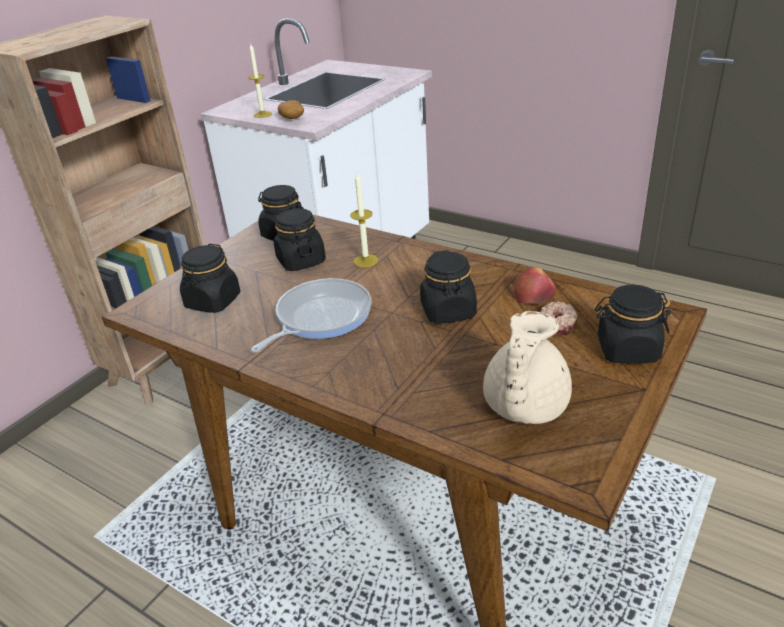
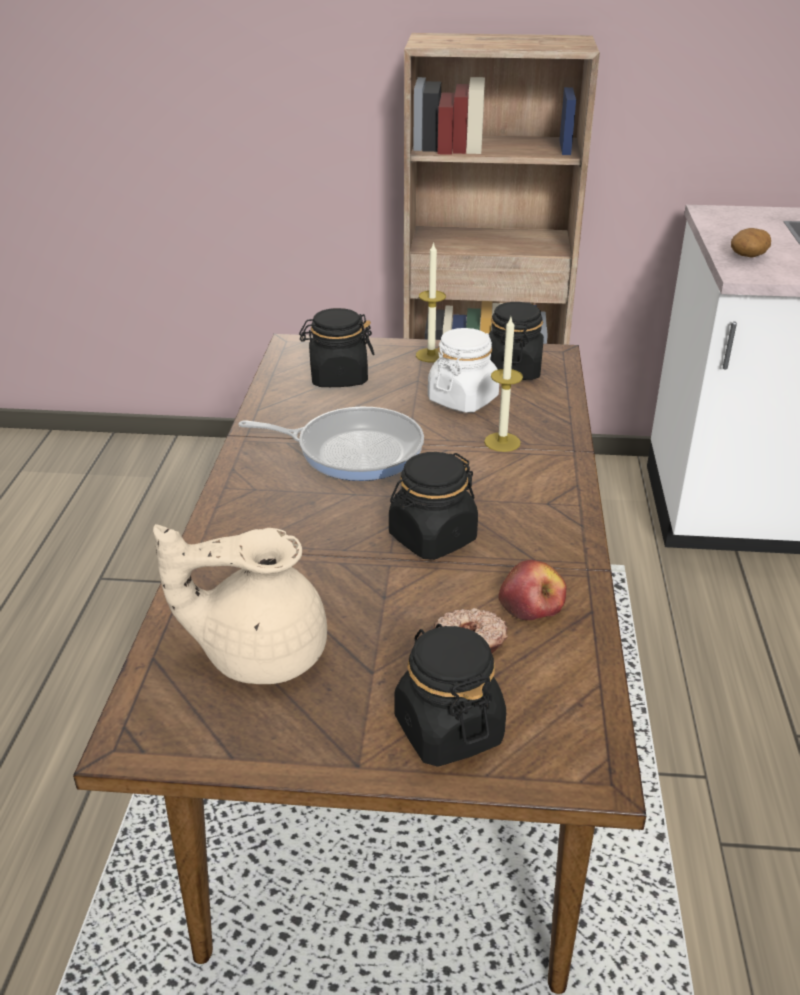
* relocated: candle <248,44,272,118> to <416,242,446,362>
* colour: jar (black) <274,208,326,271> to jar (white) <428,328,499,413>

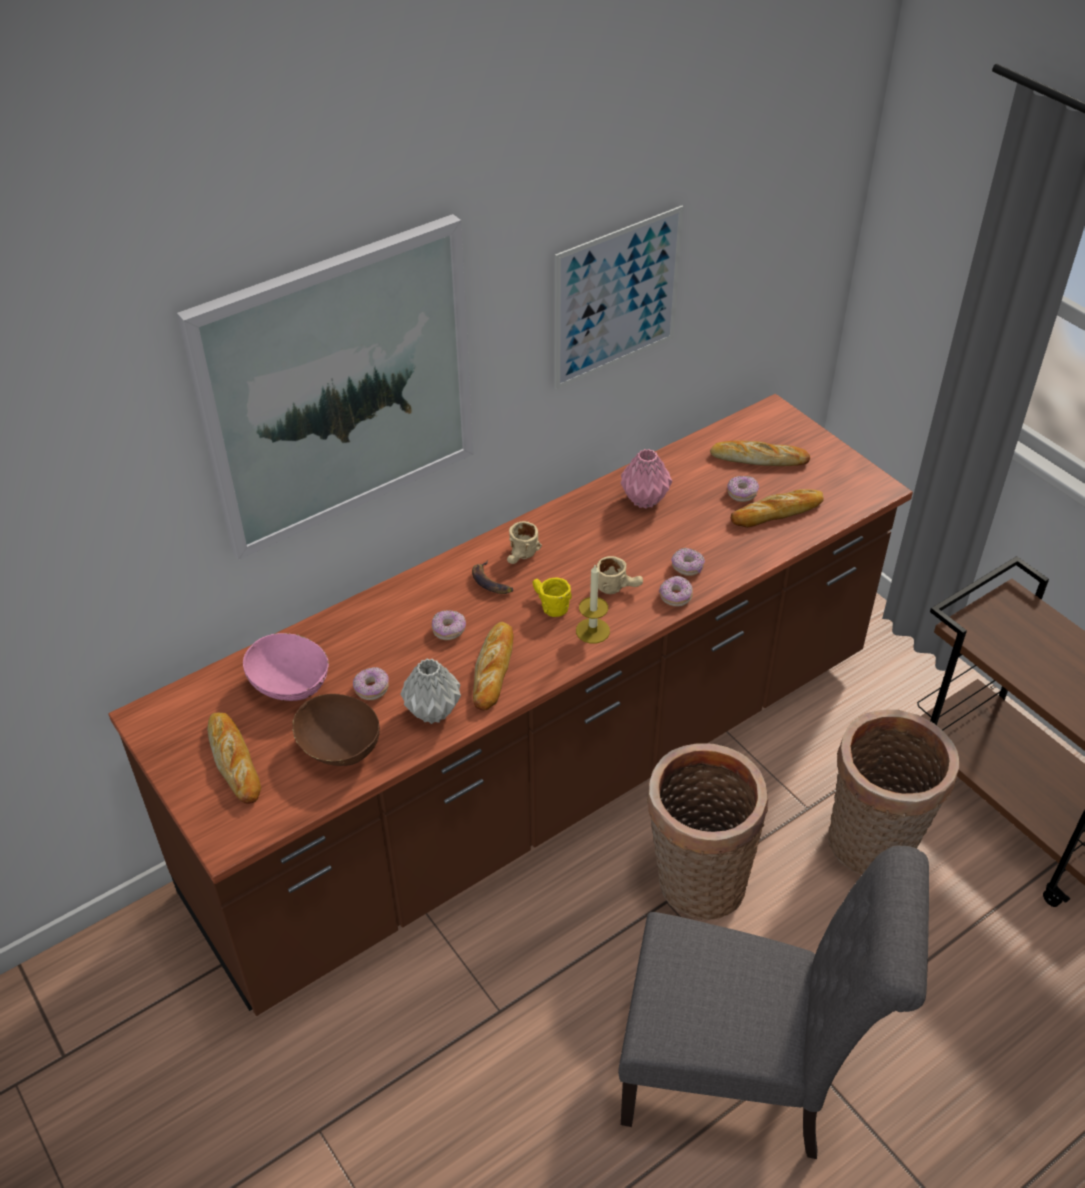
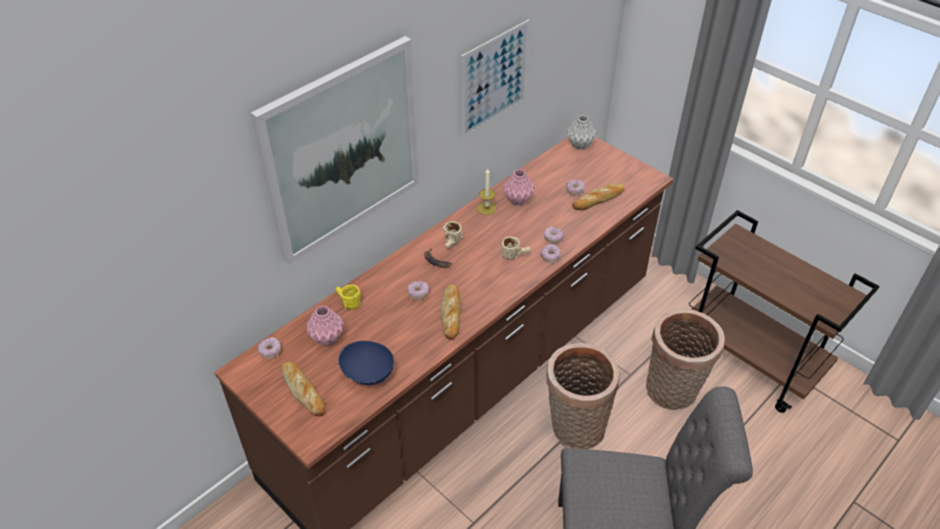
* missing: bread <710,441,810,466>
* relocated: candle <576,565,610,643> to <477,168,497,215>
* relocated: mug (yellow) <533,578,572,617> to <335,285,361,310>
* exchanged: bowl (pink) <243,633,329,701> to vase (pink) <306,306,344,346>
* relocated: vase (grey) <400,659,461,724> to <567,115,596,150>
* relocated: donut <353,667,389,700> to <258,337,281,359>
* colour: bowl (brown) <292,694,380,766> to bowl (blue) <338,341,394,385>

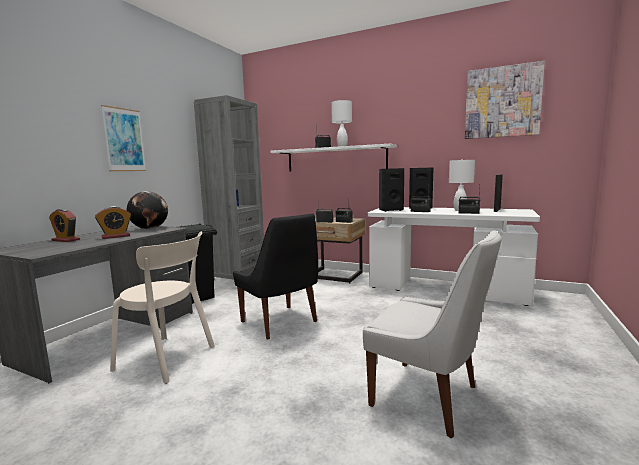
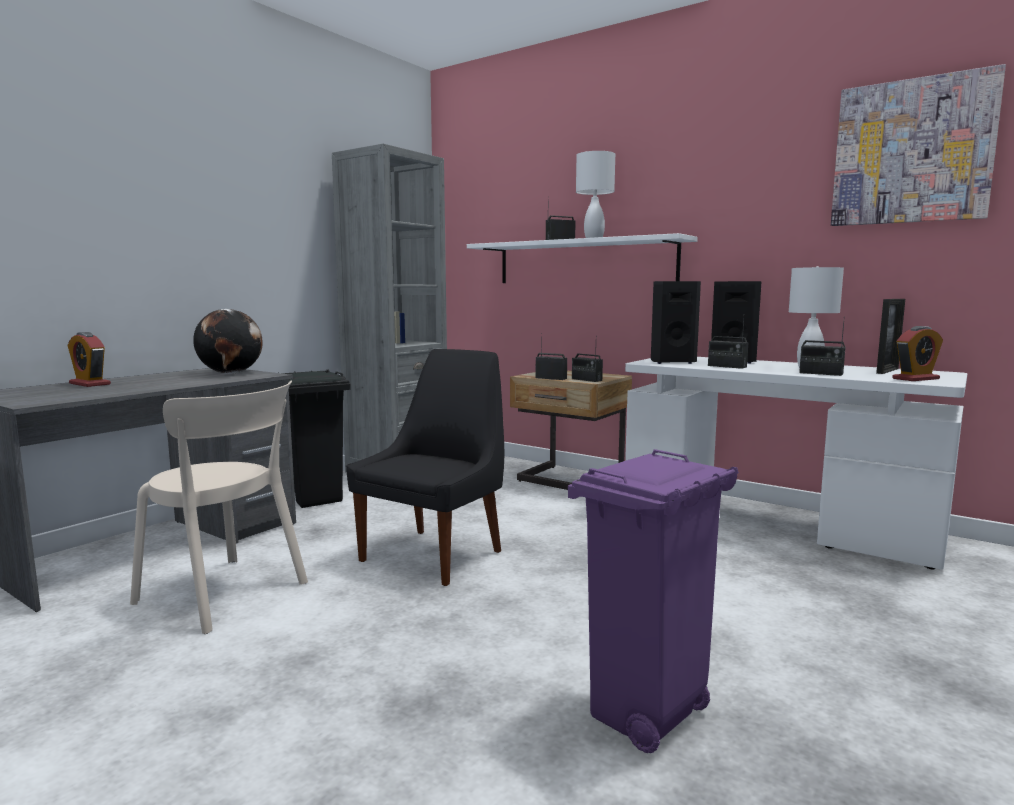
* missing: picture <101,105,146,171>
* relocated: alarm clock <95,206,131,239> to <892,326,943,381>
* spun: chair (black) <233,213,318,339> = <346,349,504,586> 120 degrees counterclockwise
* exchanged: chair (white) <363,230,502,438> to trash can (purple) <568,449,739,753>

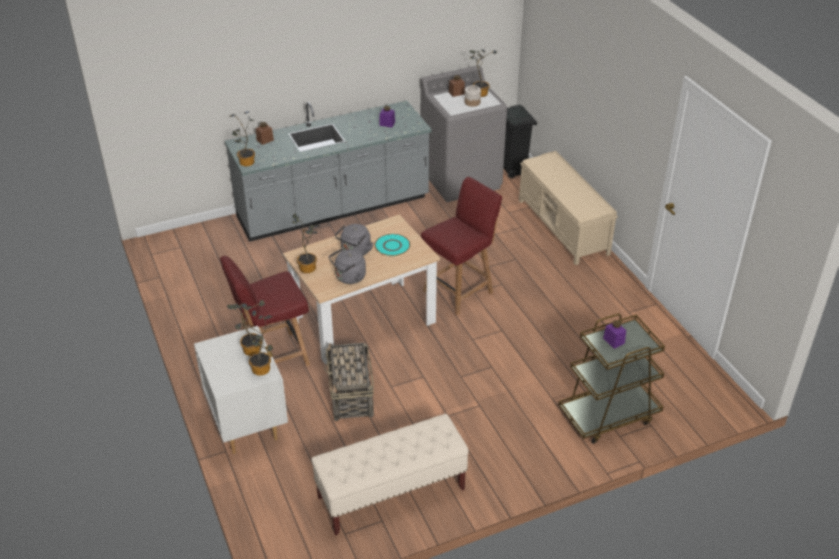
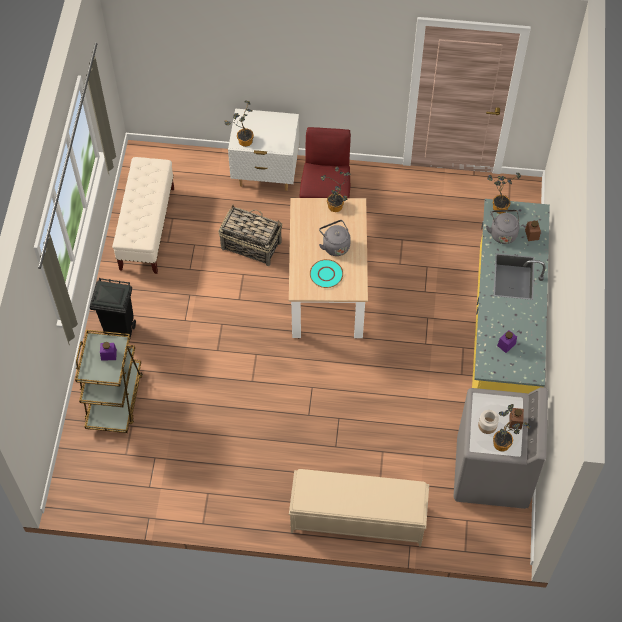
* colour: counter (grey) <225,101,432,242> to counter (yellow) <472,199,550,393>
* relocated: trash can (black) <504,105,537,178> to <90,278,136,342>
* missing: chair (red) <421,177,502,315>
* relocated: kettle (grey) <329,248,366,284> to <486,210,520,244>
* missing: potted plant <227,300,265,356>

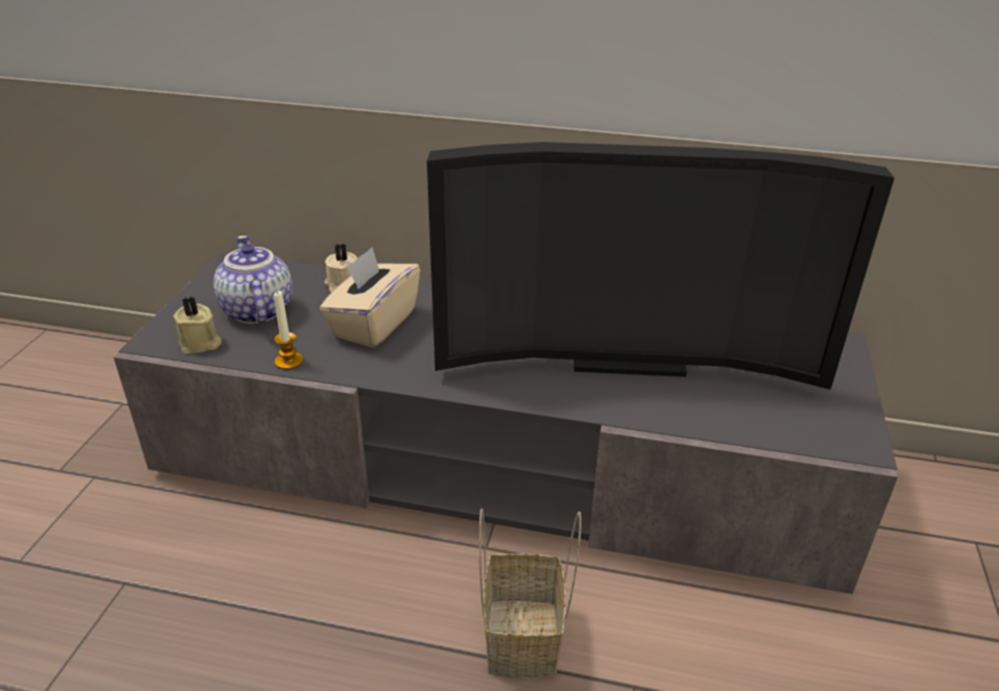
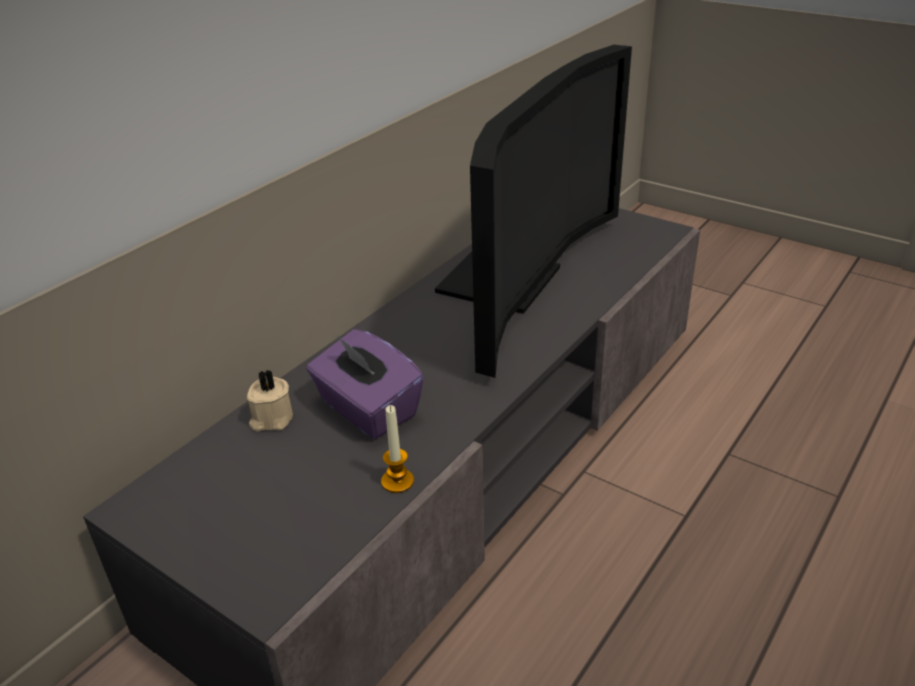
* missing: teapot <213,235,293,324>
* colour: tissue box (beige) <320,247,420,347> to tissue box (purple) <307,329,424,439>
* missing: candle (beige) <173,296,222,354>
* missing: basket <479,508,581,677>

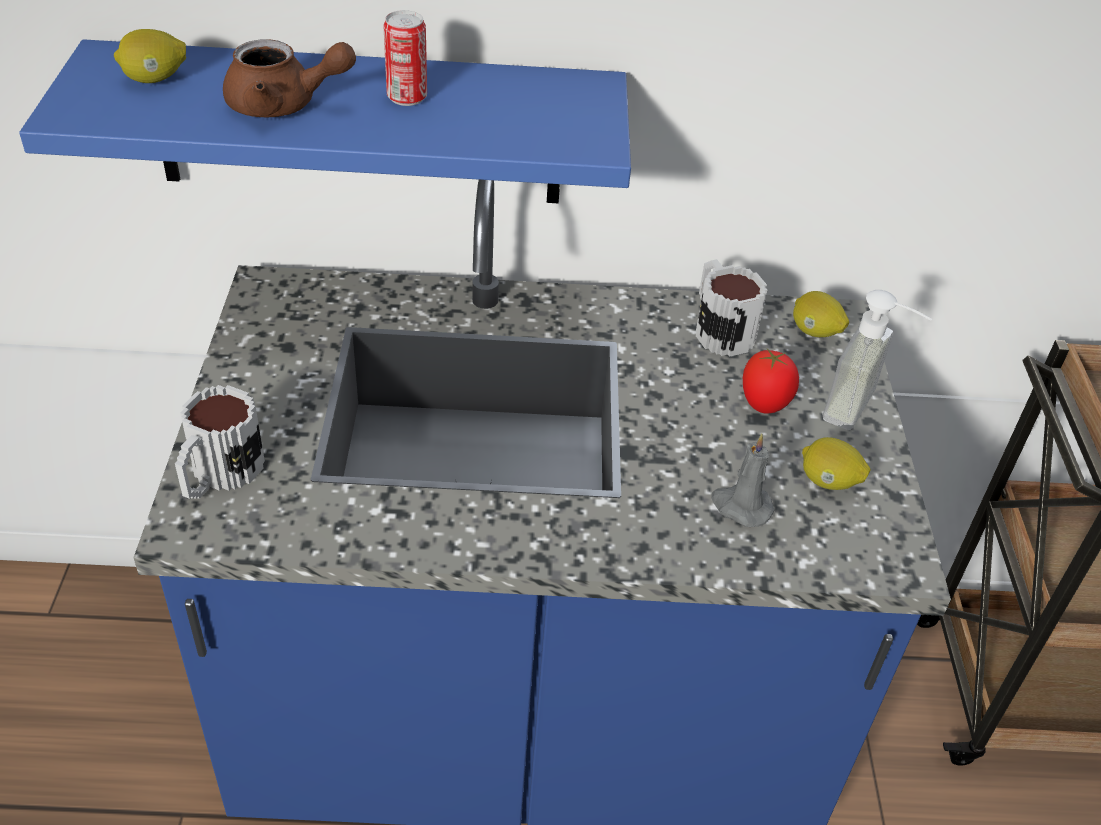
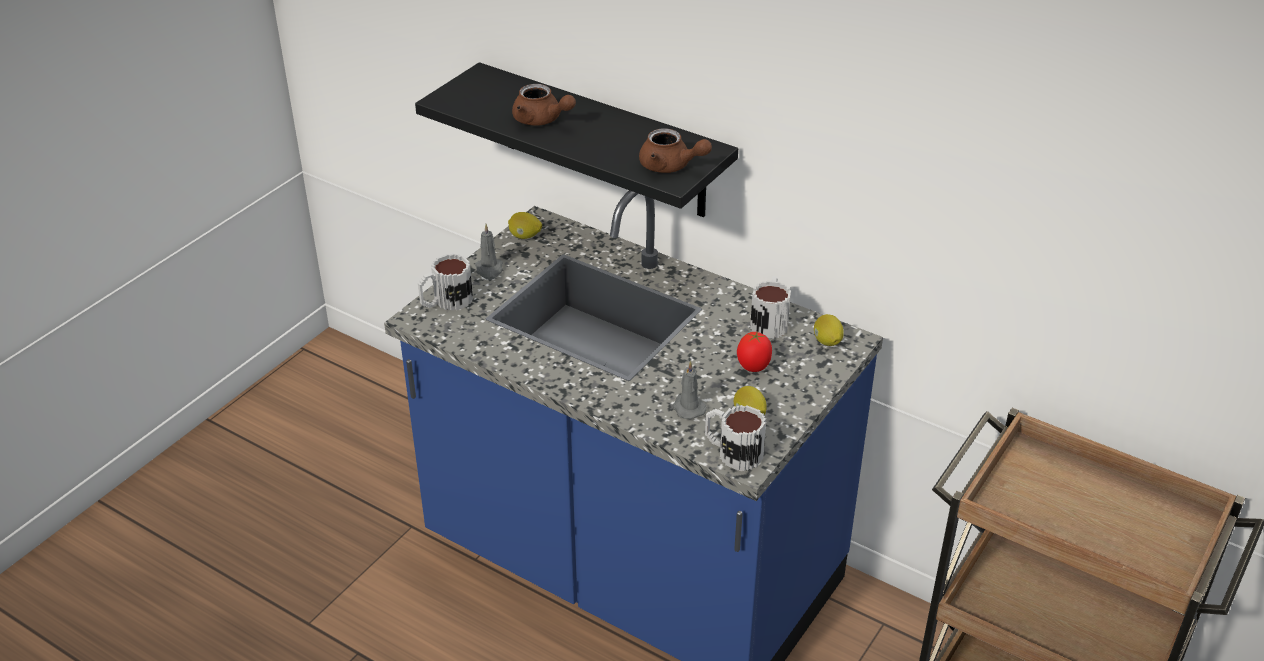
* missing: can <383,10,427,106>
* relocated: lemon <114,29,186,83> to <508,212,542,239>
* colour: shelf (blue) <19,39,631,203> to shelf (black) <415,62,738,217>
* missing: soap dispenser <823,290,932,430>
* appeared: teapot (brown) <639,128,712,173>
* appeared: candle (grey) <475,224,503,280>
* appeared: mug <705,405,766,471>

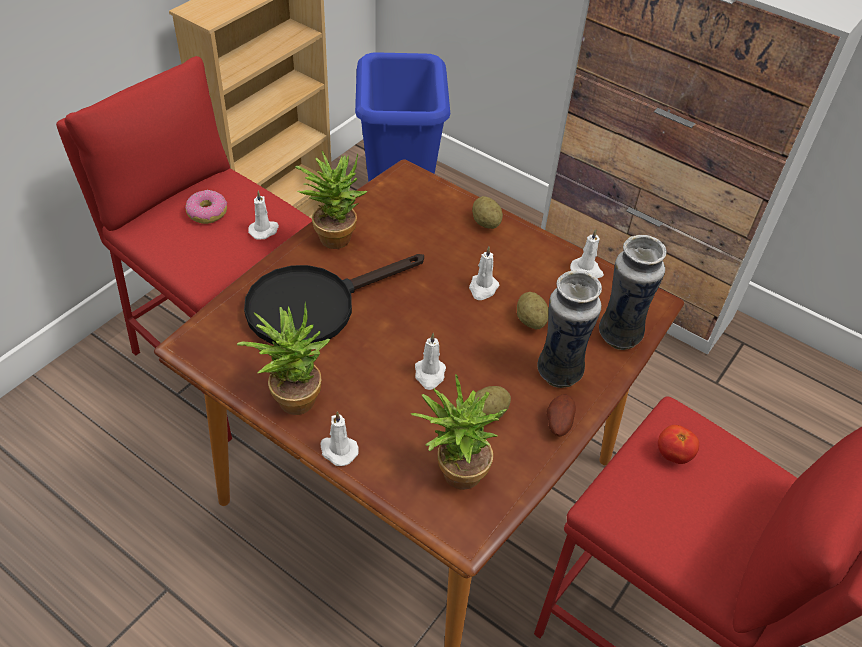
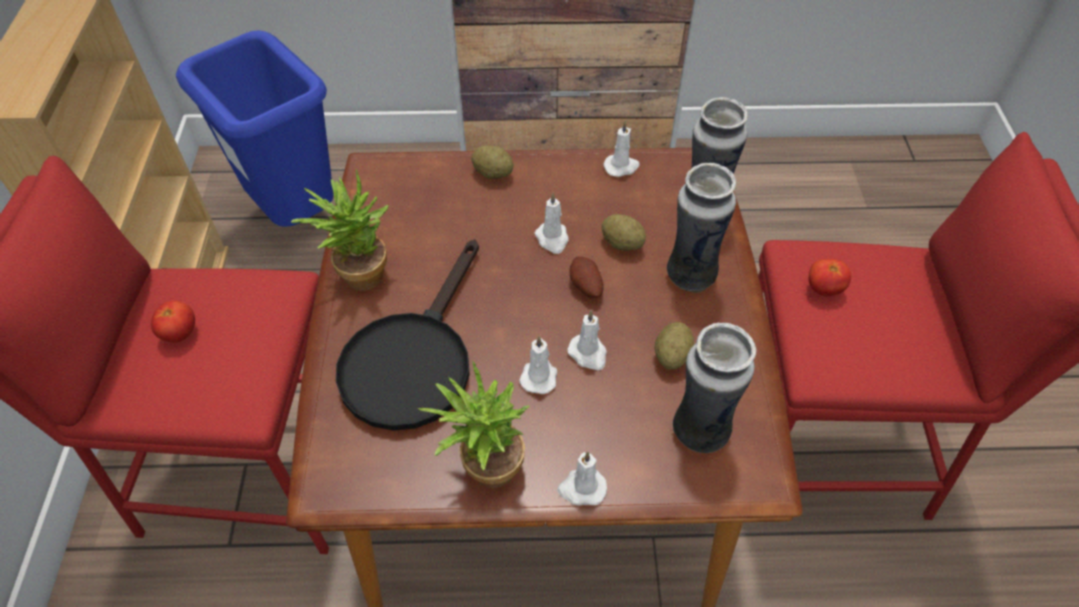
* exchanged: donut <185,190,227,224> to tomato <151,301,195,342>
* relocated: candle (white) <248,190,279,240> to <519,336,557,394>
* exchanged: potted plant <410,375,507,490> to vase <673,323,756,453>
* relocated: potato <547,394,576,436> to <570,257,604,298>

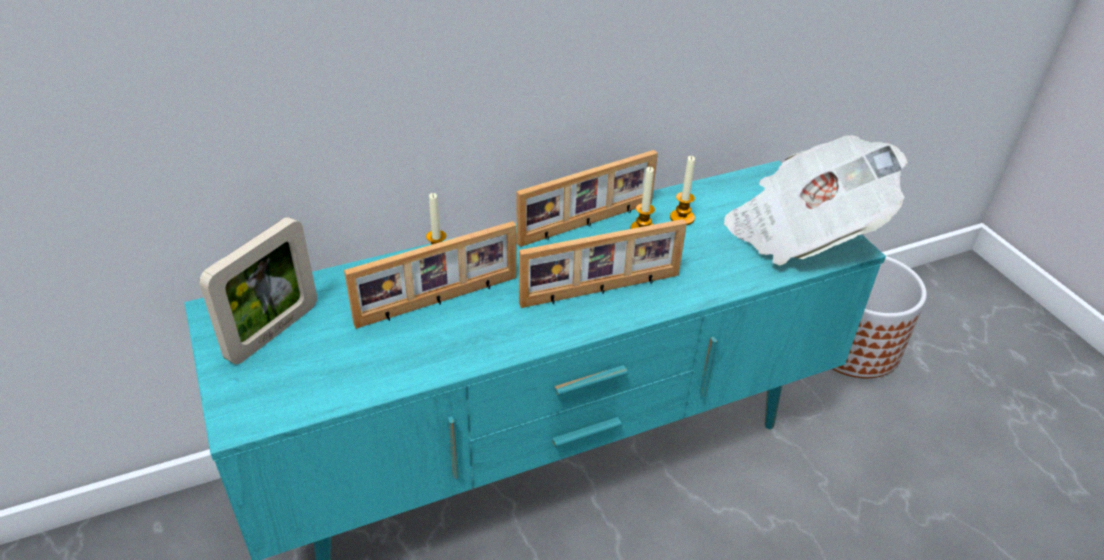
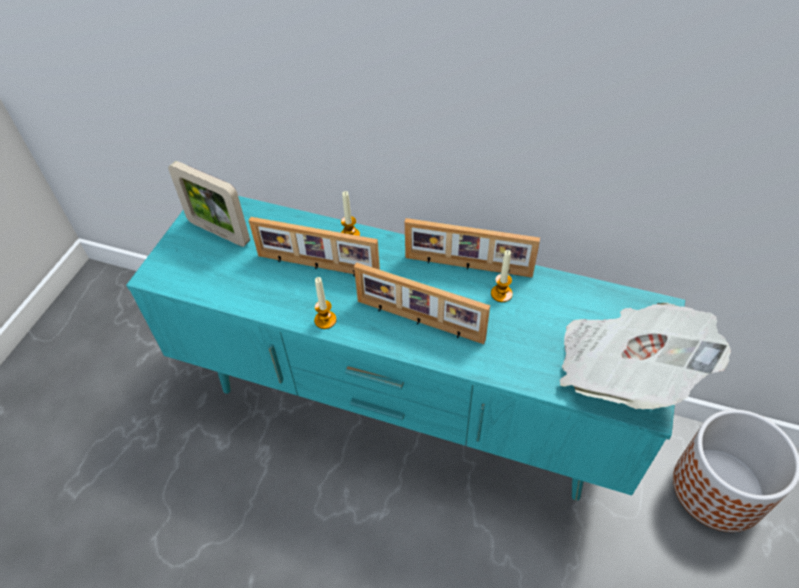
* relocated: candle <670,156,695,225> to <314,277,337,329>
* spun: picture frame <199,217,317,364> = <168,161,250,247> 45 degrees clockwise

